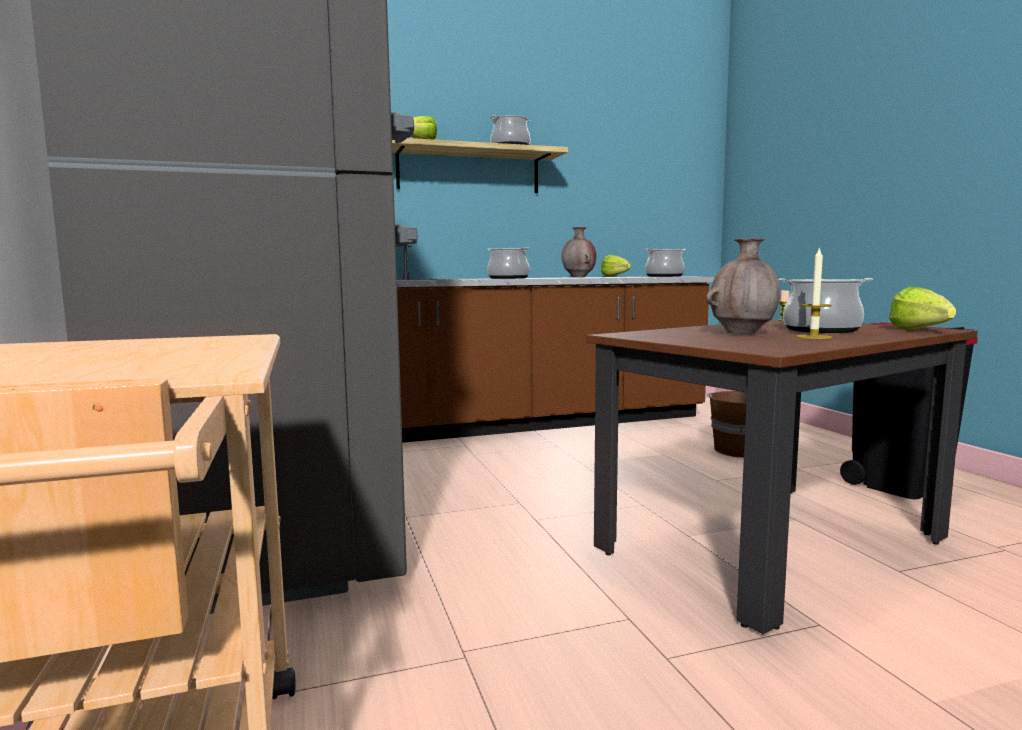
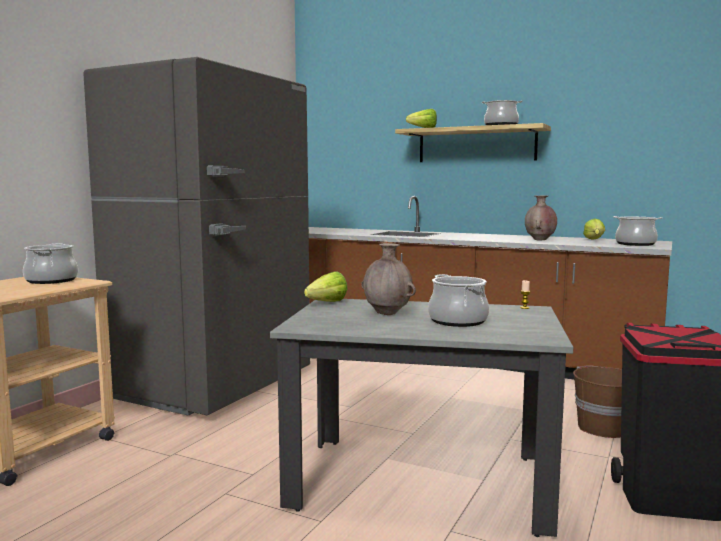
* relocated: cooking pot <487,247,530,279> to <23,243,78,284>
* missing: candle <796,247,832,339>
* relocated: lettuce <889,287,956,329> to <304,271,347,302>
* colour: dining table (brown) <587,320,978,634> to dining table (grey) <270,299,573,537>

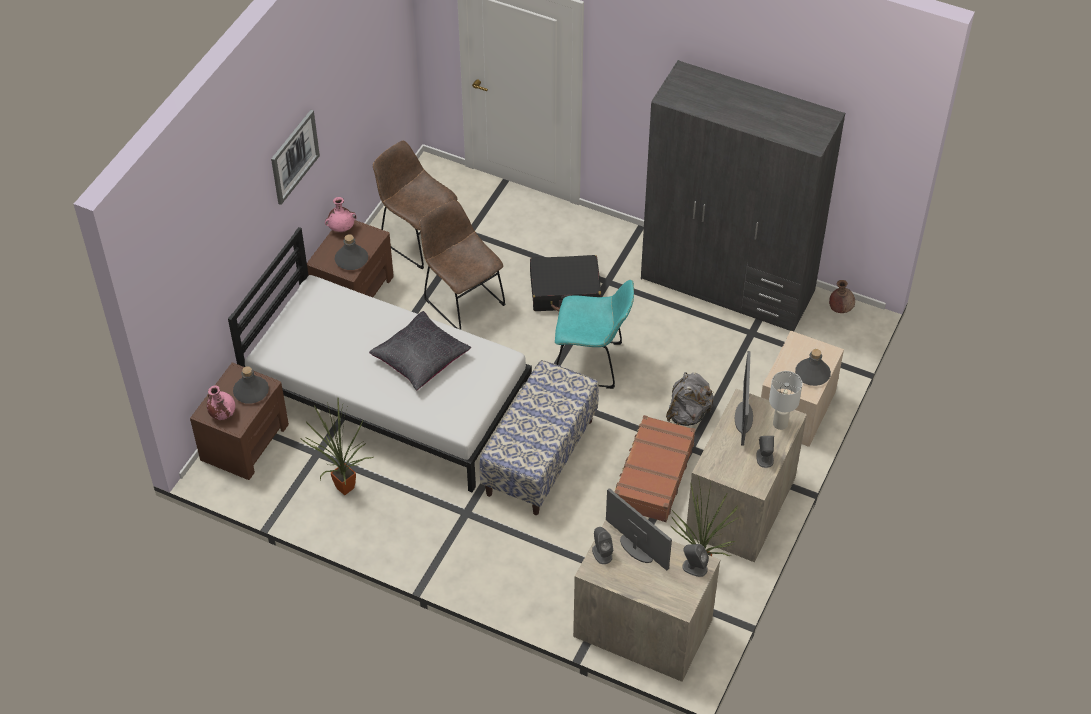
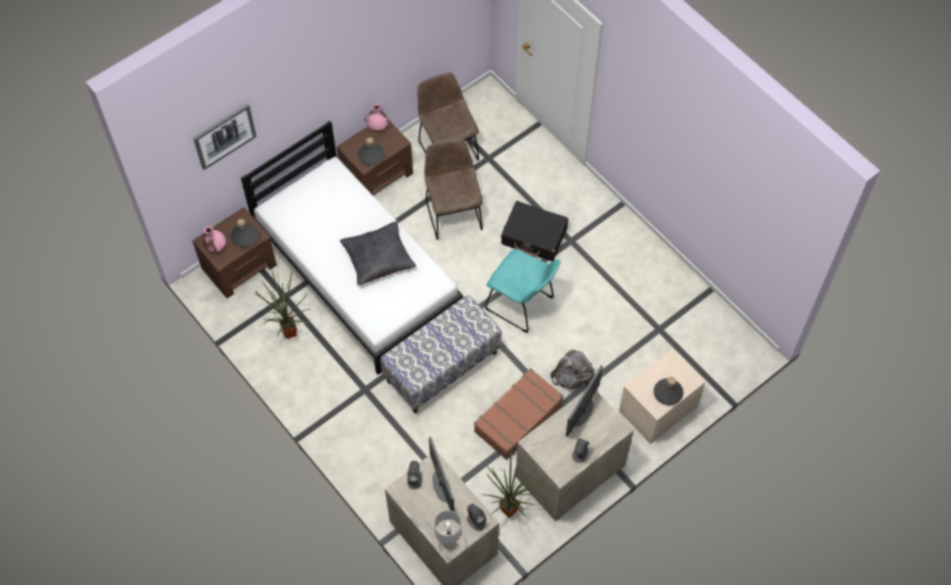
* missing: wardrobe (grey) <641,60,845,331>
* relocated: picture <271,110,320,205> to <193,104,257,170>
* missing: vase (brown) <829,280,855,313>
* relocated: table lamp (white) <769,371,802,430> to <434,510,461,549>

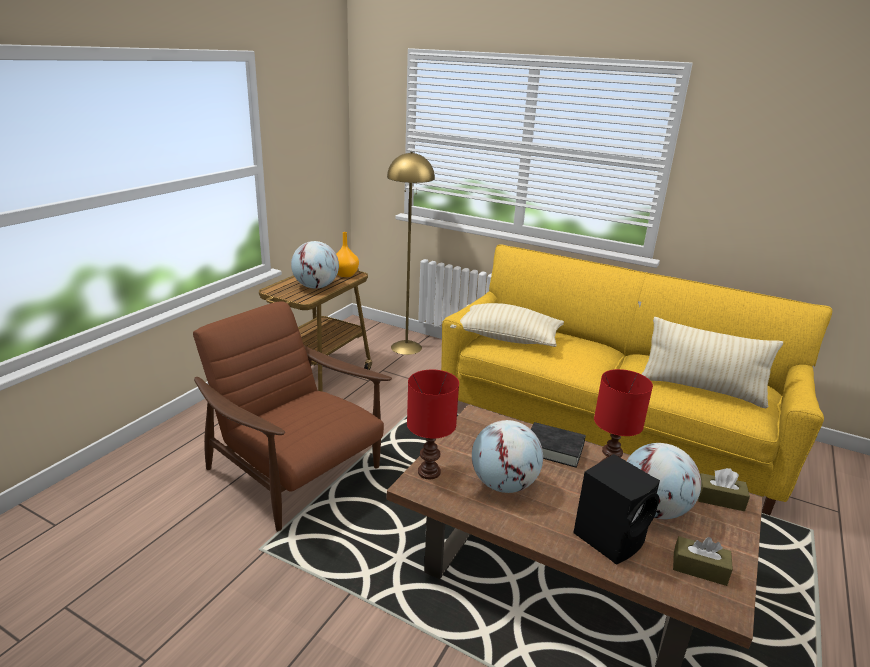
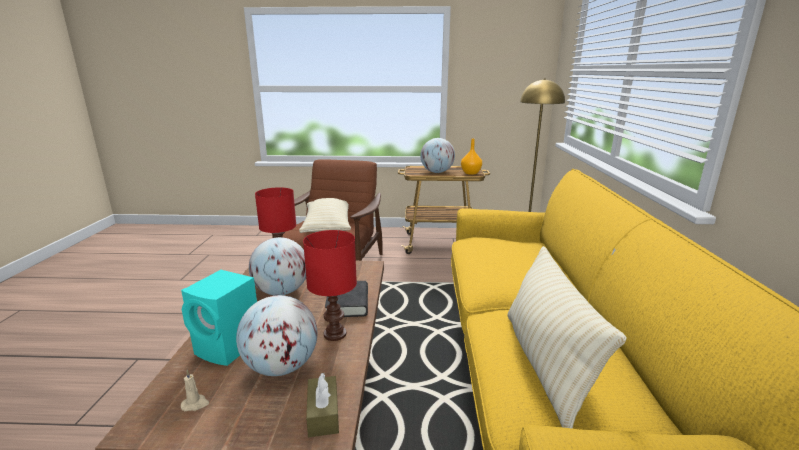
* relocated: pillow (beige) <450,303,564,347> to <299,198,351,233>
* colour: speaker (black) <573,454,660,565> to speaker (turquoise) <181,270,257,366>
* exchanged: tissue box (brown) <673,536,733,586> to candle (beige) <181,370,209,411>

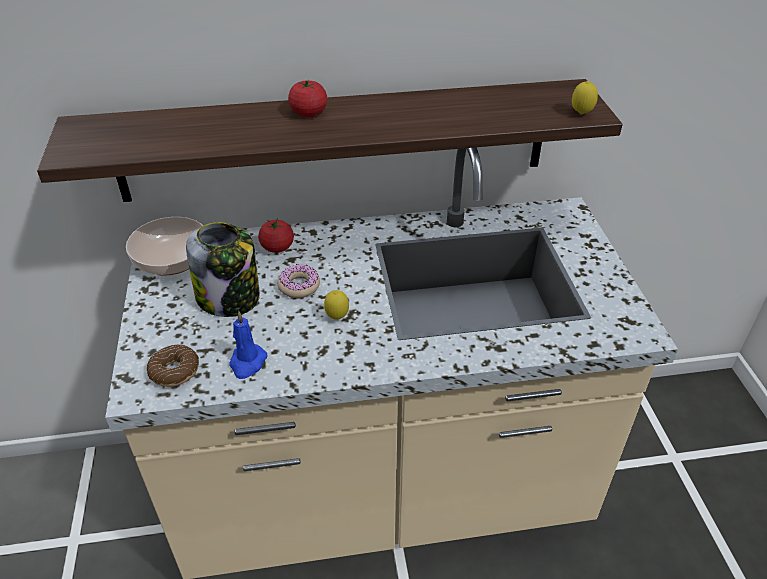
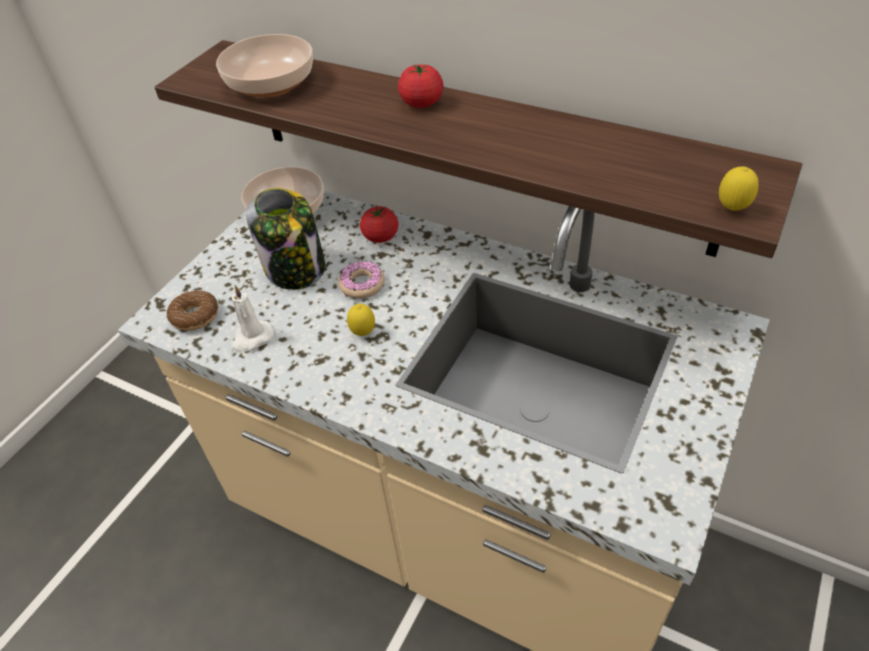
* colour: candle (blue) <229,311,268,379> to candle (white) <231,285,274,352>
* appeared: bowl <216,34,313,98>

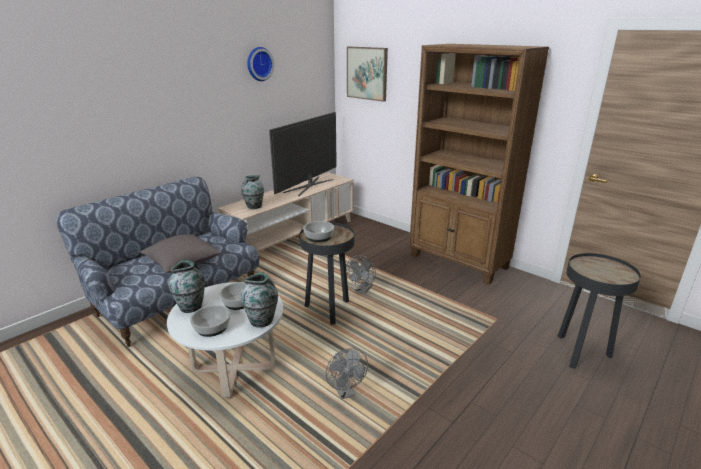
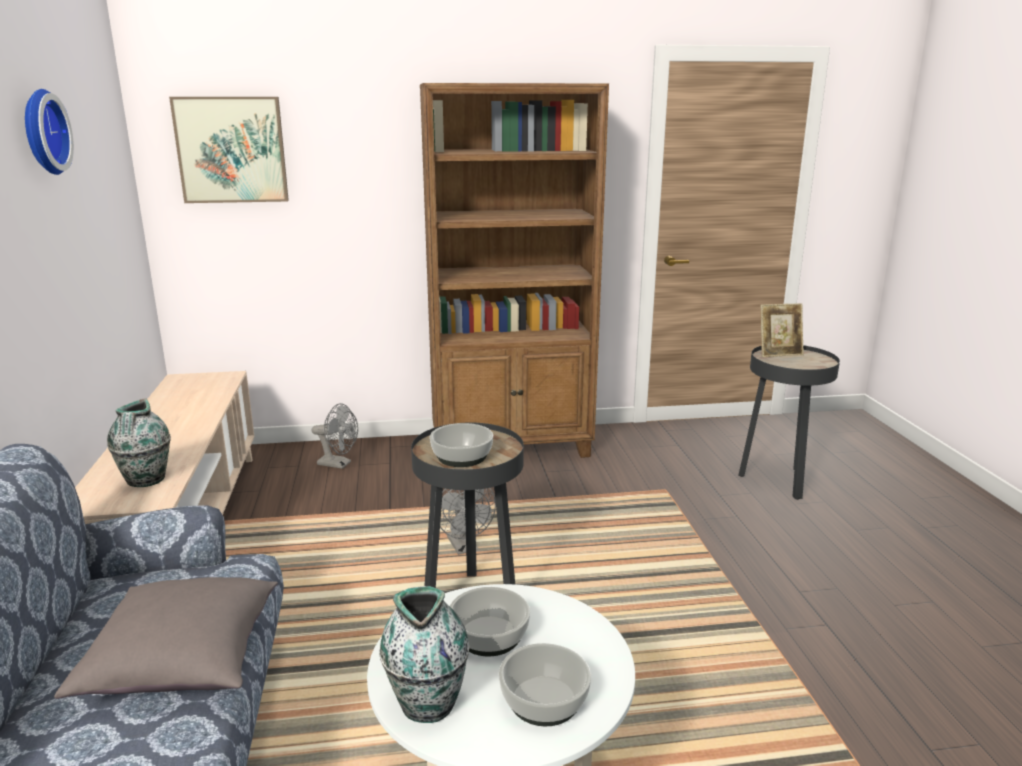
* missing: television <269,112,337,196>
* missing: vase <241,272,278,328>
* relocated: fan (grey) <326,348,368,400> to <311,403,358,469>
* appeared: picture frame <760,303,804,357>

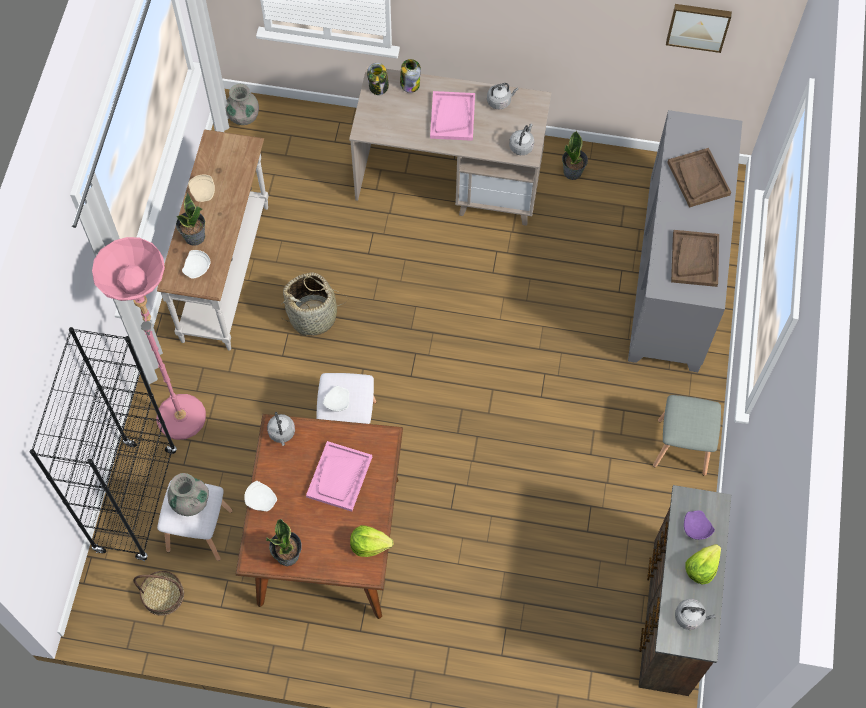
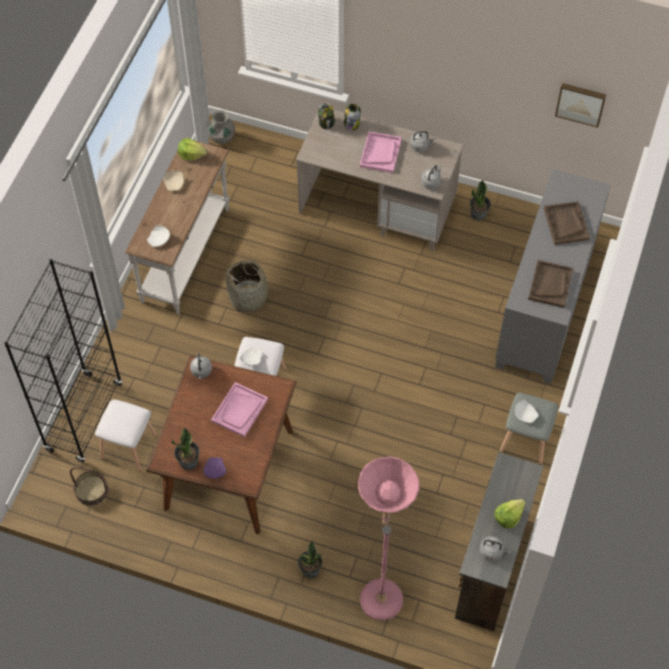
* relocated: potted plant <176,192,205,246> to <298,540,322,578>
* relocated: floor lamp (pink) <92,237,206,440> to <358,457,420,620>
* missing: vase (grey) <167,473,209,516>
* relocated: plate (white) <244,481,277,512> to <515,400,538,423>
* relocated: plate (purple) <684,511,715,540> to <204,457,226,479>
* relocated: lettuce <350,525,394,557> to <178,138,207,160>

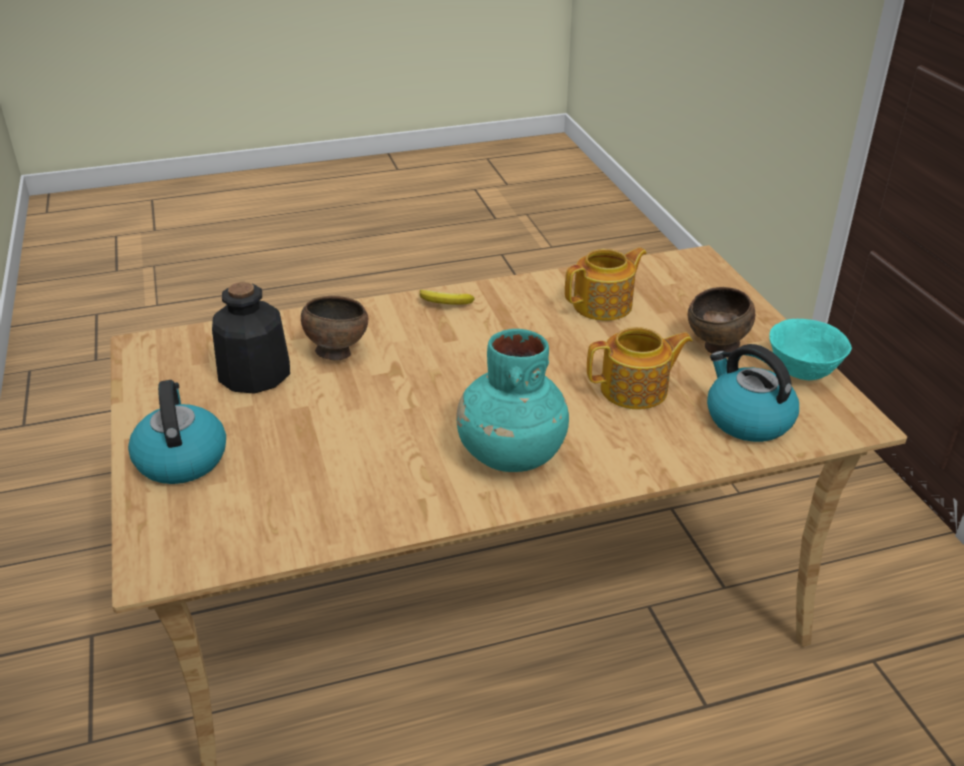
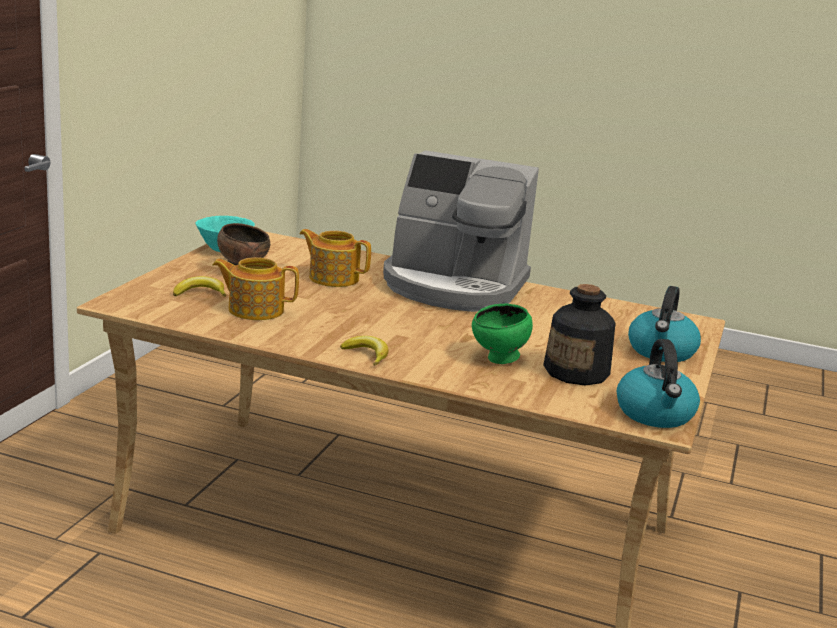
* colour: bowl (brown) <301,296,368,360> to bowl (green) <472,304,533,364>
* exchanged: vase (turquoise) <457,329,569,472> to coffee machine <383,150,539,312>
* relocated: kettle <707,344,799,442> to <617,339,700,428>
* appeared: banana <173,276,226,297>

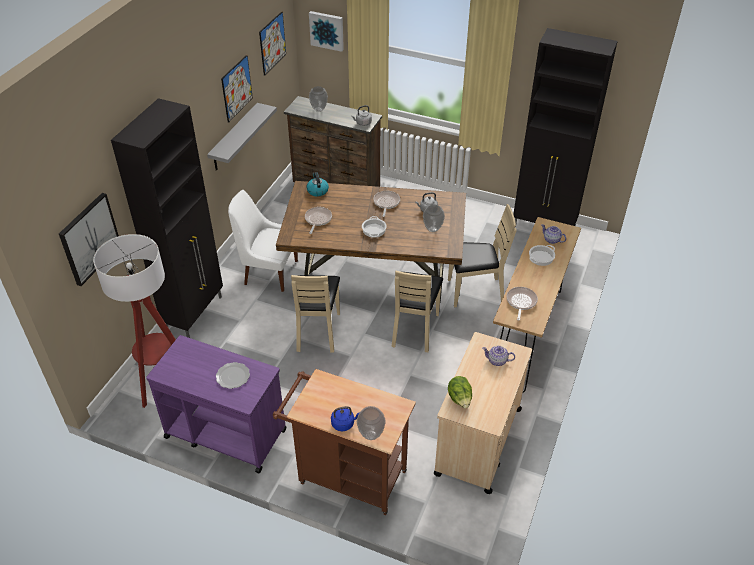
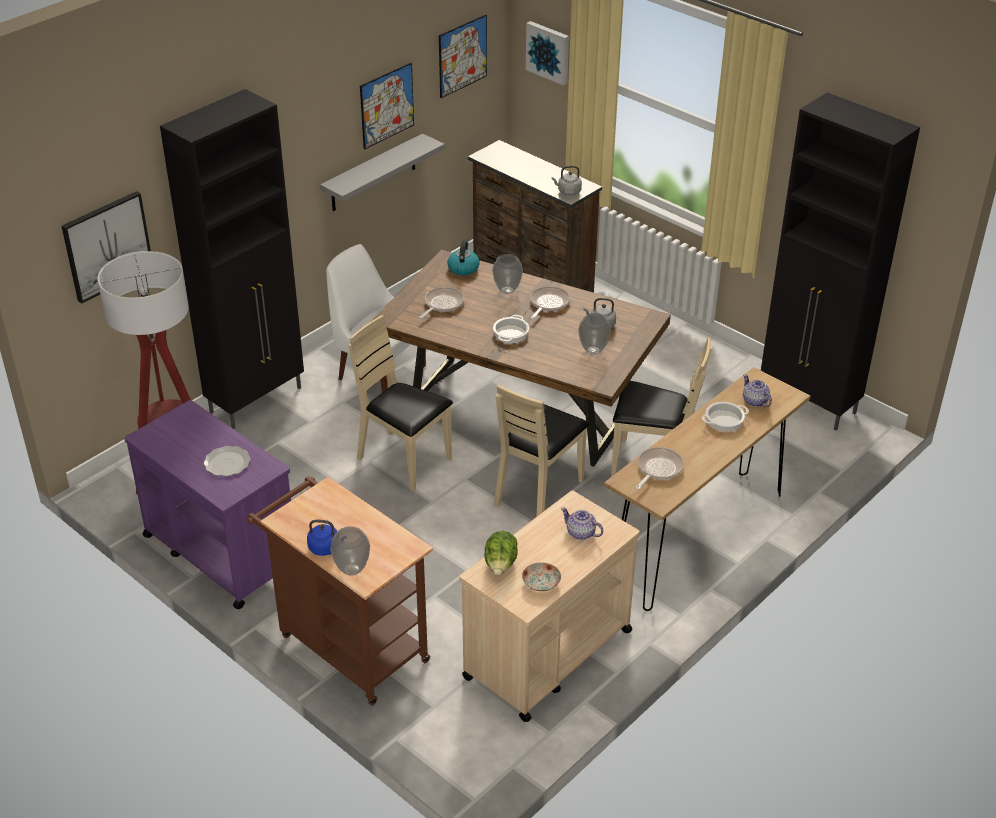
* relocated: vase <309,86,328,112> to <492,254,523,294>
* spun: chair (beige) <291,275,340,353> = <348,315,453,492> 105 degrees clockwise
* appeared: plate <522,563,561,591>

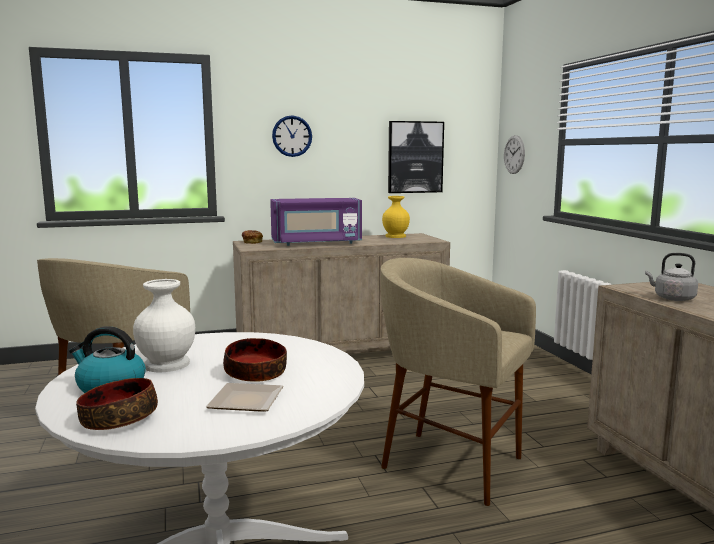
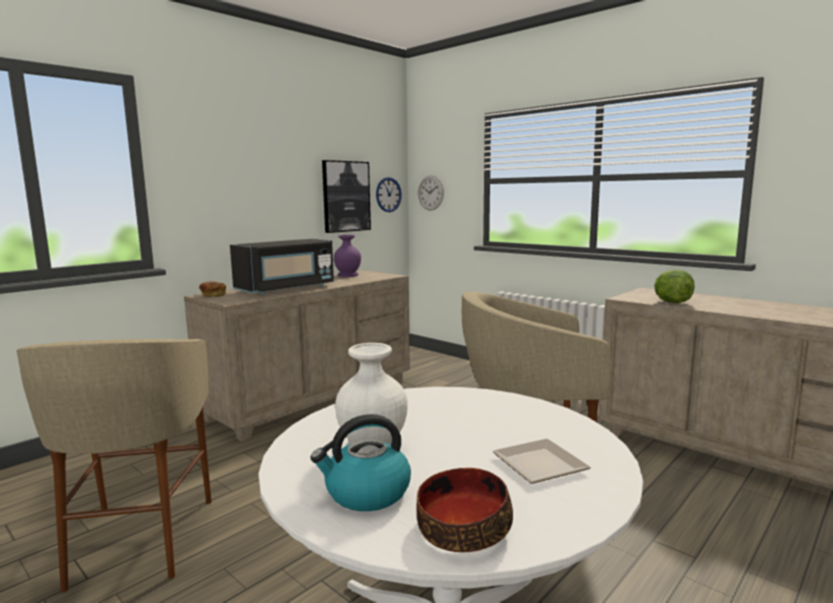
* relocated: wall clock <272,115,312,157> to <376,177,402,212>
* colour: vase (yellow) <382,196,410,238> to vase (purple) <334,235,361,277>
* colour: microwave (purple) <270,198,362,246> to microwave (black) <230,239,334,295>
* exchanged: kettle (grey) <645,253,698,301> to lettuce <654,270,694,303>
* missing: bowl <223,338,287,382>

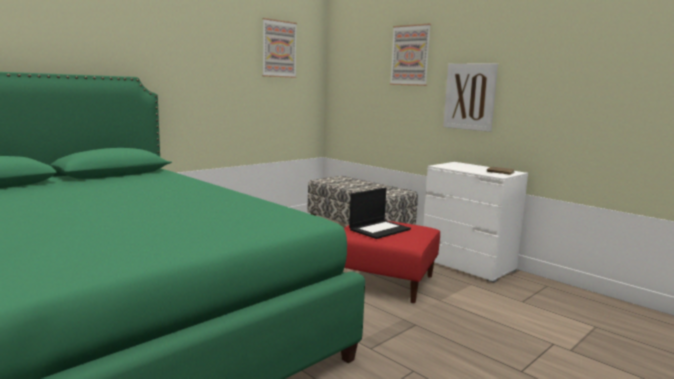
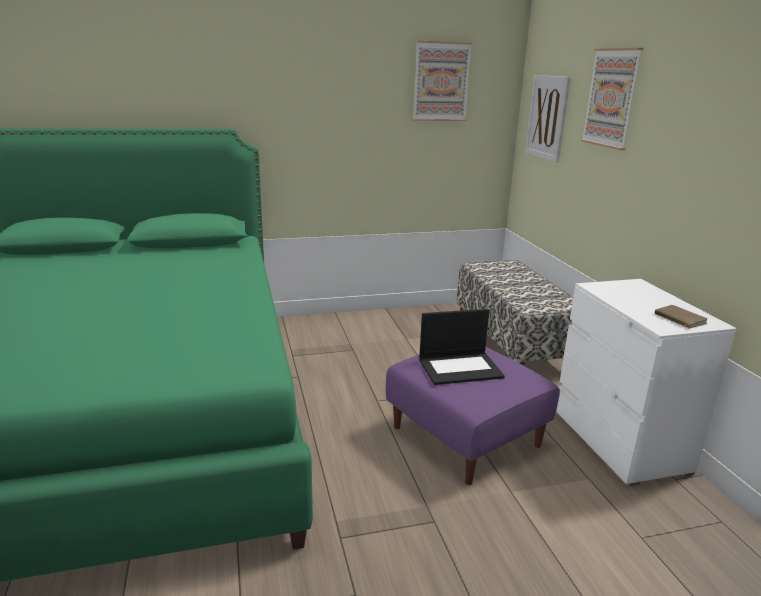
* relocated: picture <443,63,498,132> to <525,75,571,162>
* colour: ottoman (red) <344,221,440,303> to ottoman (purple) <386,347,560,485>

